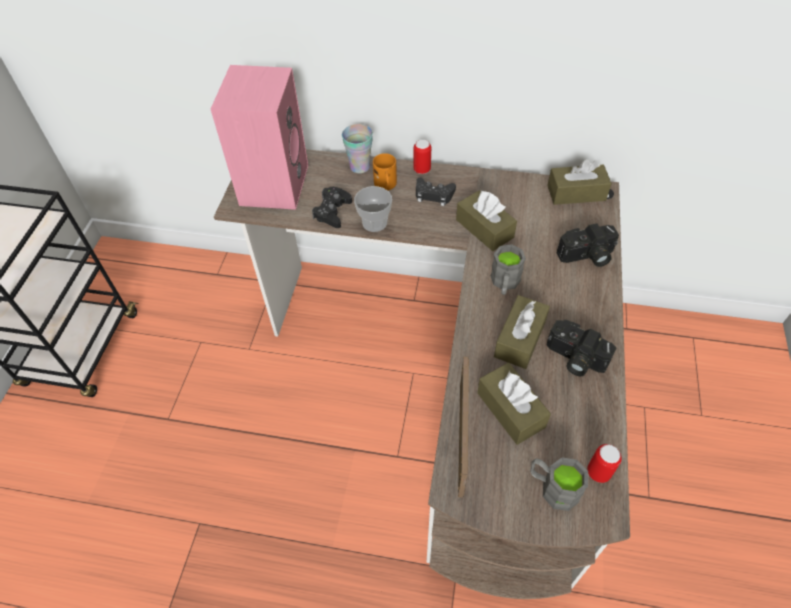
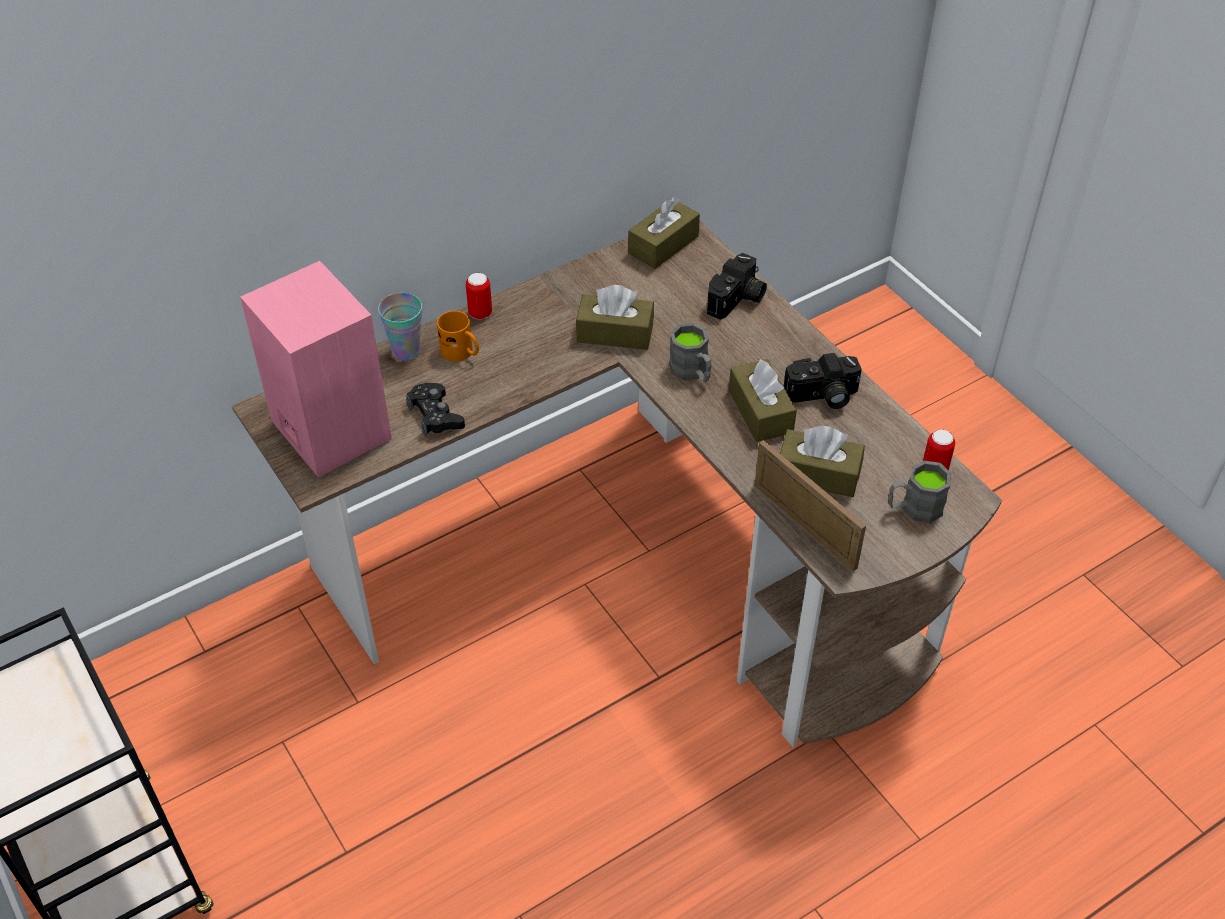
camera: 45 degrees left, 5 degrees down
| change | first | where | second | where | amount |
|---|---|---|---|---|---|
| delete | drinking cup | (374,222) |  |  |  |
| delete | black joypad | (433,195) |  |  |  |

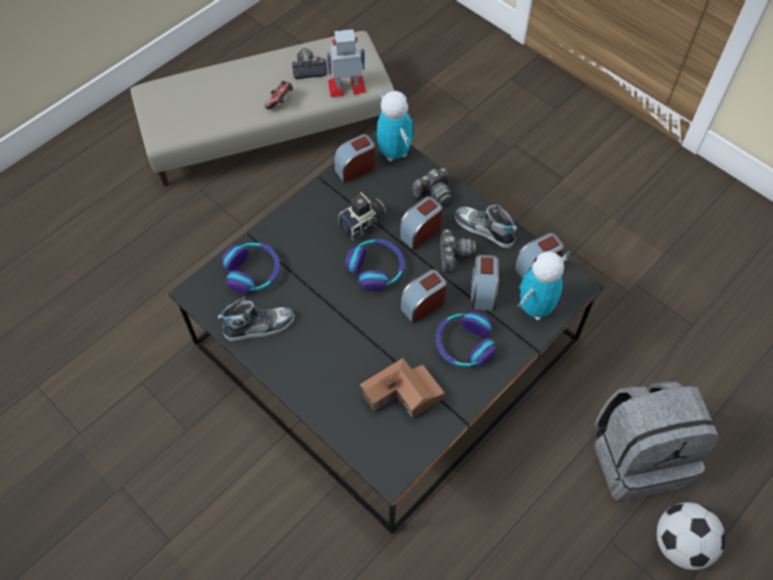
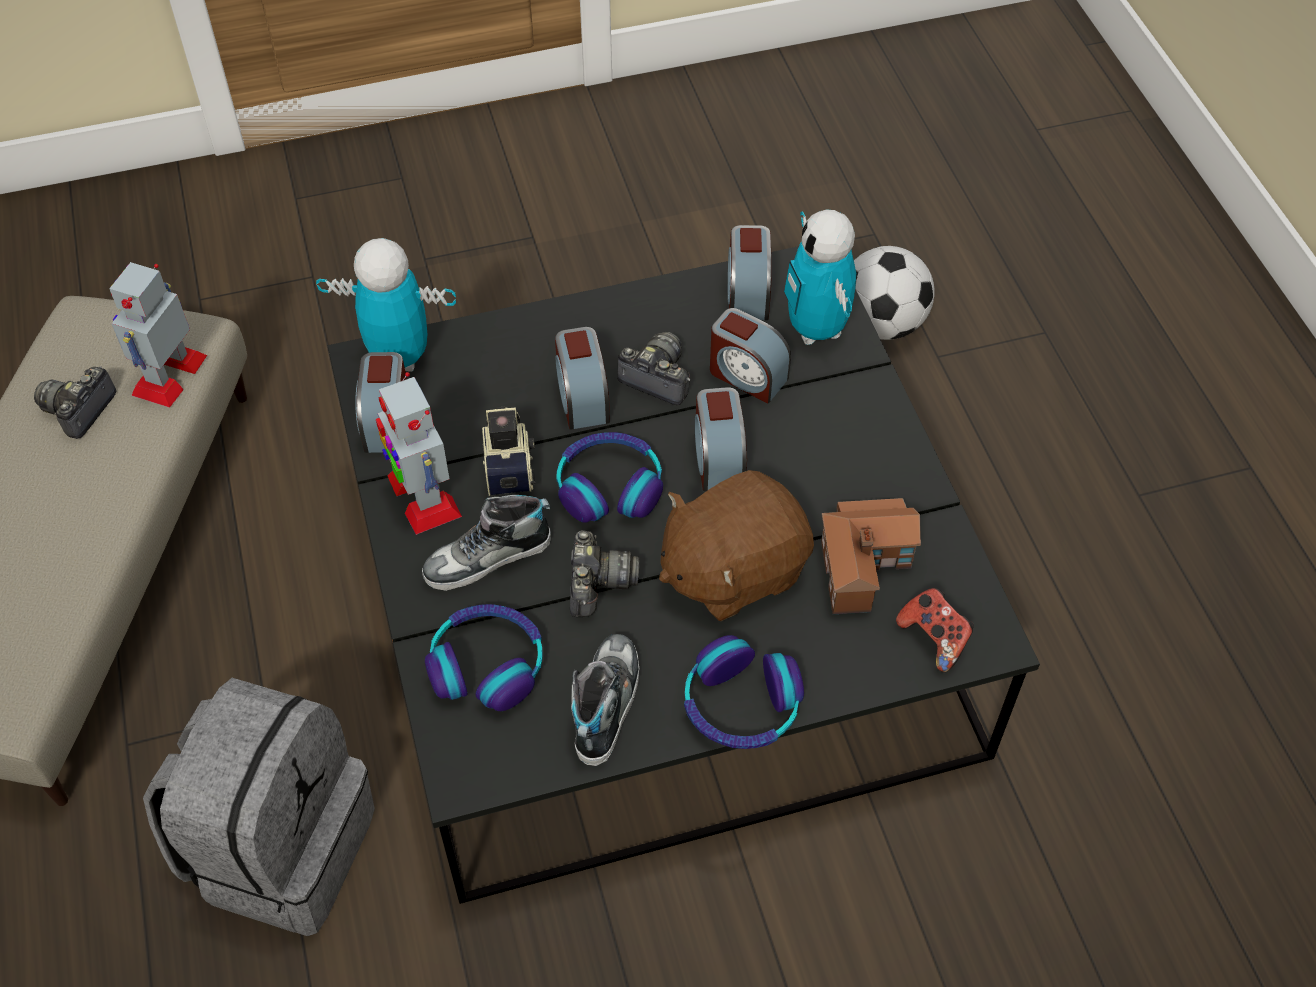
camera: 60 degrees left, 5 degrees down
| change | first | where | second | where | amount |
|---|---|---|---|---|---|
| insert |  |  | robot figure | (423,495) |  |
| insert |  |  | brownish cuddly toy | (732,570) |  |
| move | joypad | (281,102) |  | (934,638) |  |
| move | still camera | (434,193) |  | (598,584) |  |
| move | headset | (464,344) |  | (741,705) |  |
| move | low shoe | (484,230) |  | (488,558) |  |
| move | greyish backpack | (638,457) |  | (280,847) |  |
| move | ball for football | (680,544) |  | (882,324) |  |

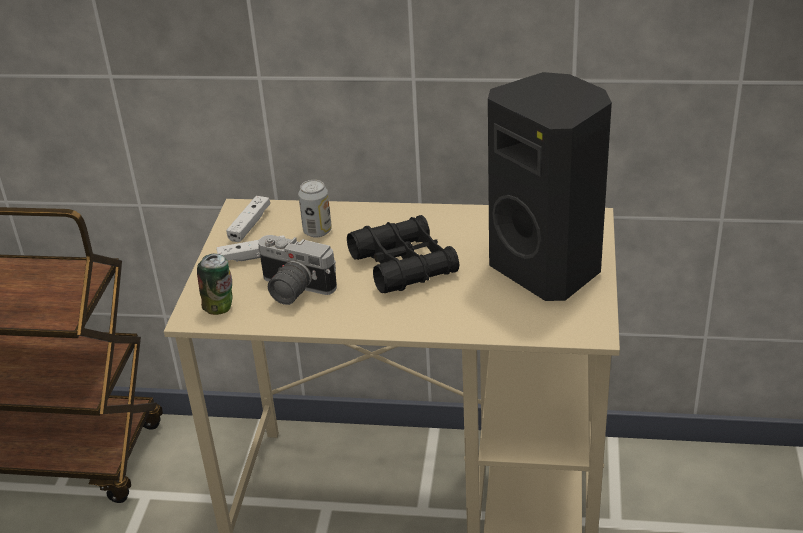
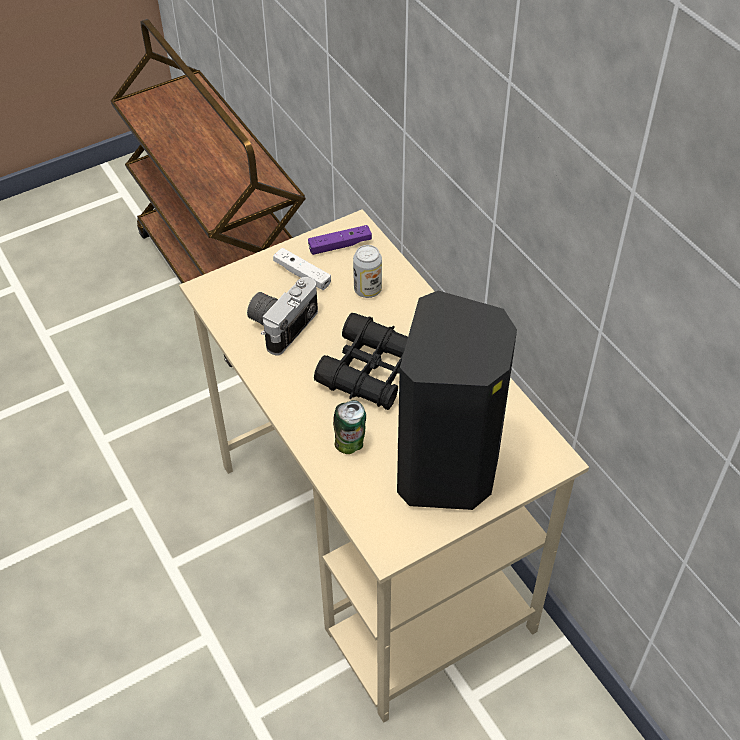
camera: 50 degrees right, 15 degrees up
| change | first | where | second | where | amount |
|---|---|---|---|---|---|
| move | can | (220,307) |  | (350,445) |  |
| recolor | white joypad | (249,225) | purple joypad | (340,245) |  |
| rotate | still camera | (292,290) |  | (281,323) | 45 degrees clockwise |

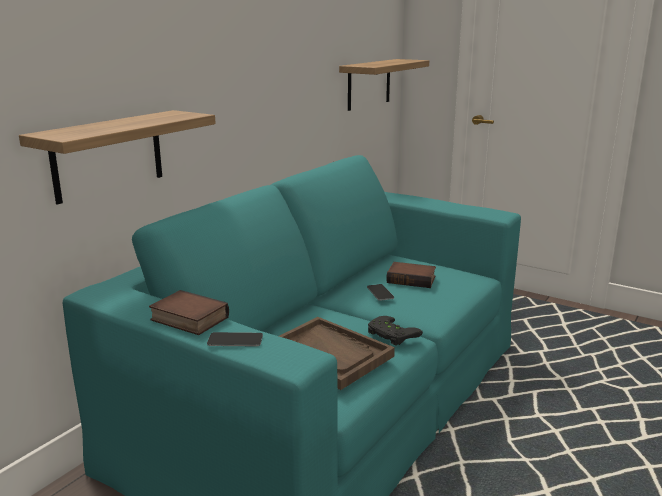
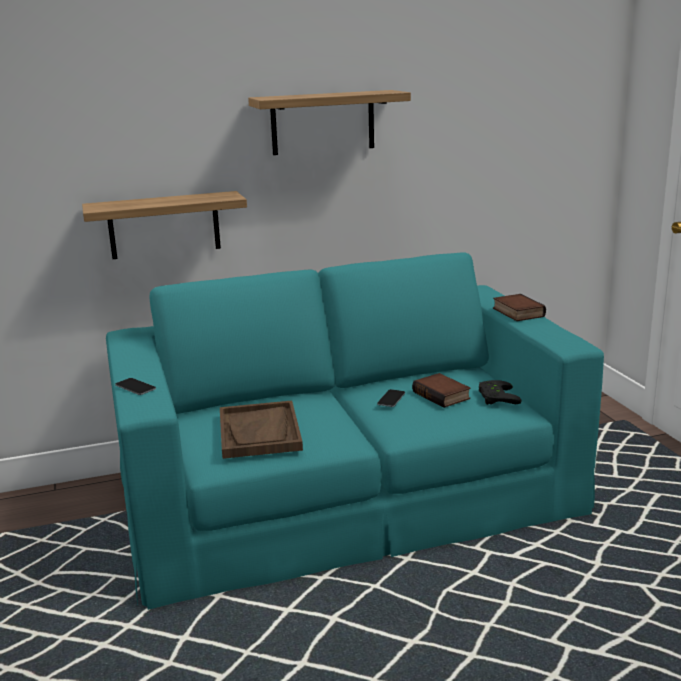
camera: 40 degrees right, 0 degrees up
| change | first | where | second | where | amount |
|---|---|---|---|---|---|
| move | volume | (187,319) |  | (516,312) |  |
| move | bracket shelf | (369,84) |  | (323,122) |  |
| move | black joypad | (390,334) |  | (495,396) |  |

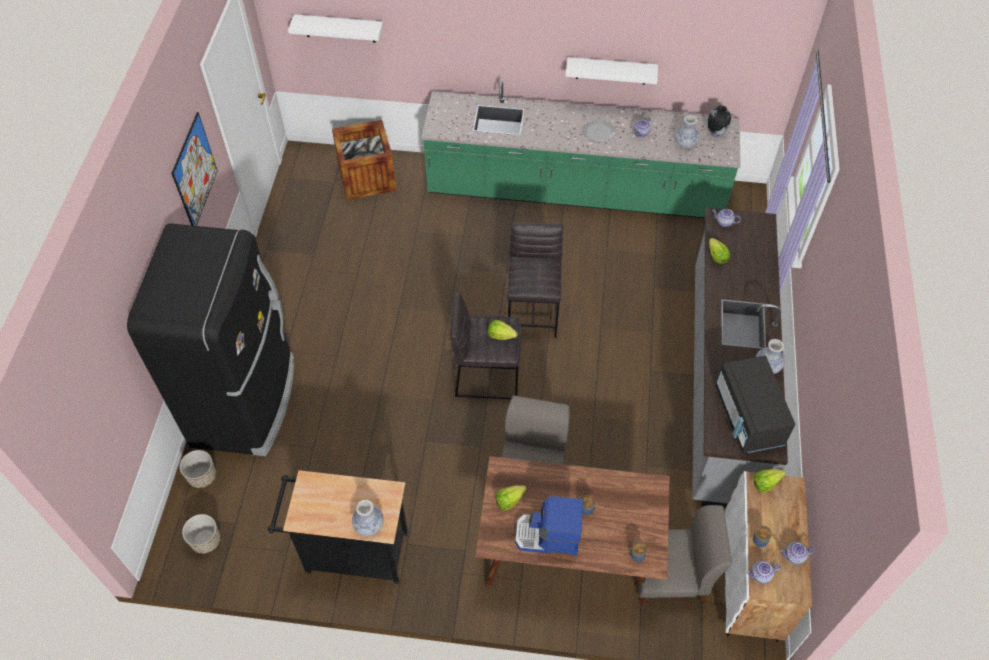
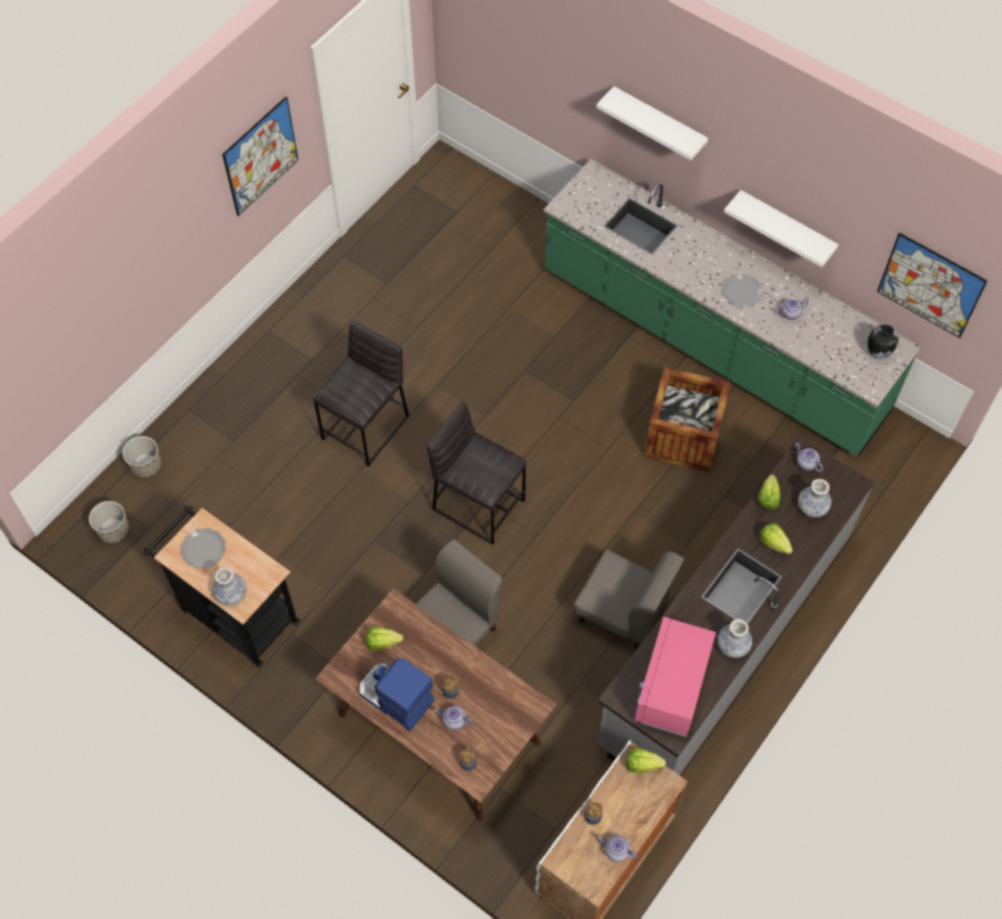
camera: 30 degrees right, 5 degrees up
| change | first | where | second | where | amount |
|---|---|---|---|---|---|
| delete | black fridge | (246,401) |  |  |  |
| insert |  |  | dinner plate | (203,549) |  |
| insert |  |  | wall picture | (930,285) |  |
| move | white bracket shelf | (339,28) |  | (659,123) |  |
| move | shipping crate | (367,177) |  | (683,436) |  |
| move | lettuce | (501,335) |  | (774,543) |  |
| move | greyish stool seat | (533,312) |  | (366,427) |  |
| move | greyish upright chair | (670,575) |  | (622,613) |  |
| move | decorative vase | (685,143) |  | (812,507) |  |
| move | pot for tea | (760,575) |  | (454,721) |  |
| recolor | black kitchen microwave | (748,417) | pinkish kitchen microwave | (671,687) |  |

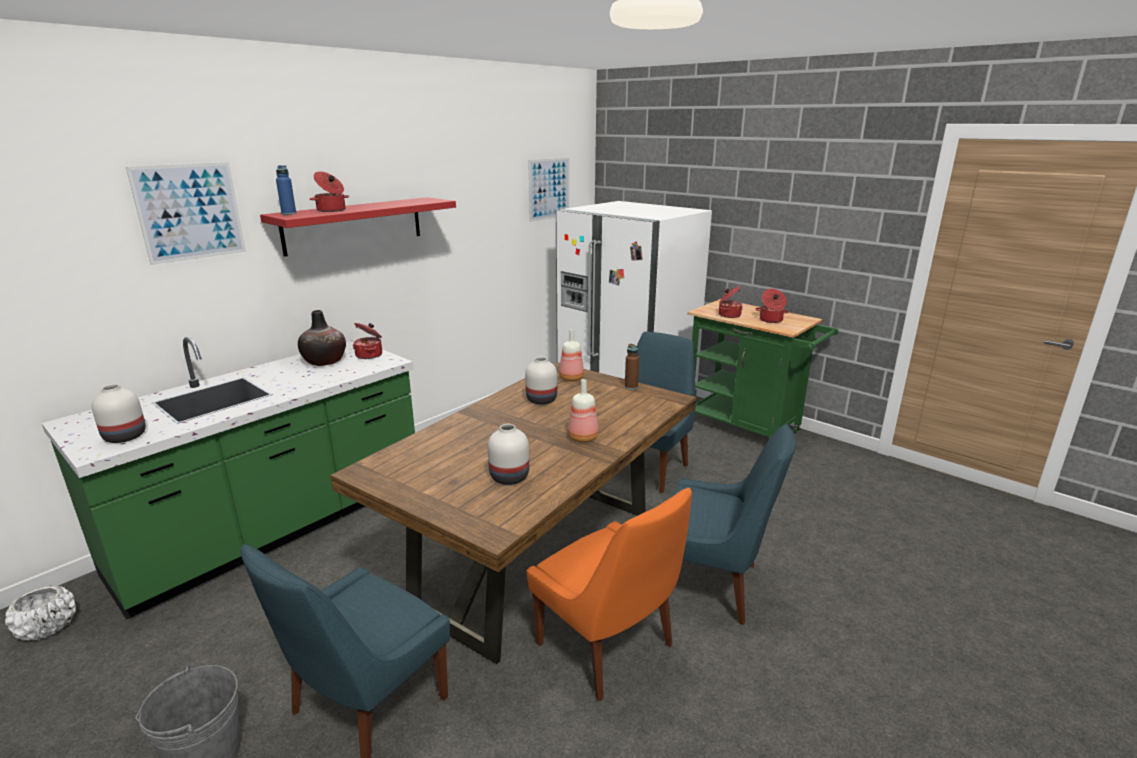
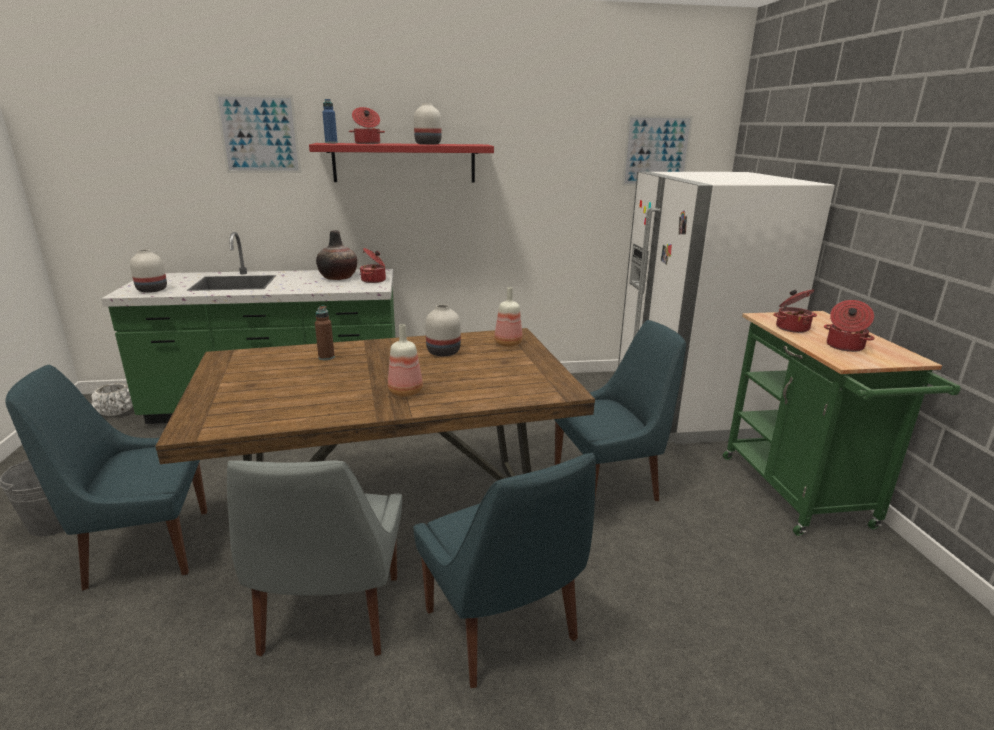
camera: 40 degrees right, 0 degrees up
| change | first | where | second | where | amount |
|---|---|---|---|---|---|
| move | white decorative vase | (510,476) |  | (428,144) |  |
| move | brownish beverage bottle | (631,387) |  | (326,357) |  |
| recolor | orangey upright chair | (608,647) | greyish upright chair | (330,618) |  |

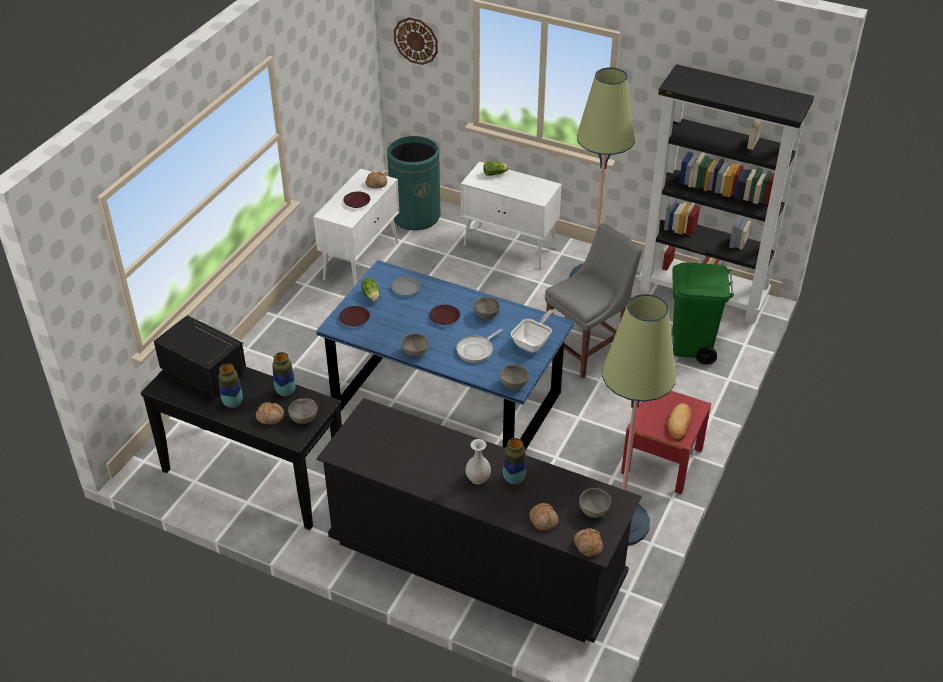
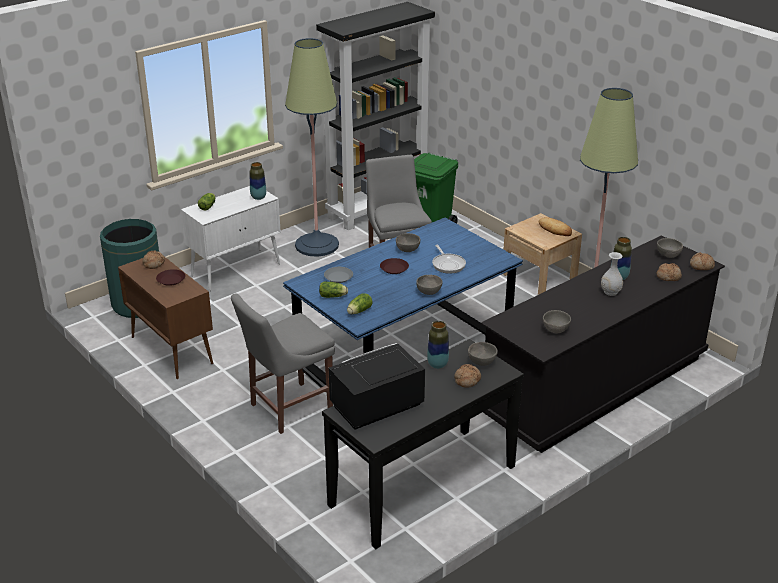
camera: 65 degrees left, 10 degrees down
| change | first | where | second | where | amount |
|---|---|---|---|---|---|
| delete | clock on the wall | (416,40) |  |  |  |
| delete | pan | (533,342) |  |  |  |
| insert |  |  | greyish upright chair | (287,409) |  |
| move | decorative vase | (233,403) |  | (258,197) |  |
| move | greyish bowl | (513,384) |  | (555,330) |  |
| replace | brownish dinner plate | (354,319) | lettuce | (358,311) |  |
| recolor | white cabinet | (361,260) | brownish cabinet | (171,350) |  |
| recolor | red-coloured night table | (662,460) | beige-coloured night table | (539,276) |  |

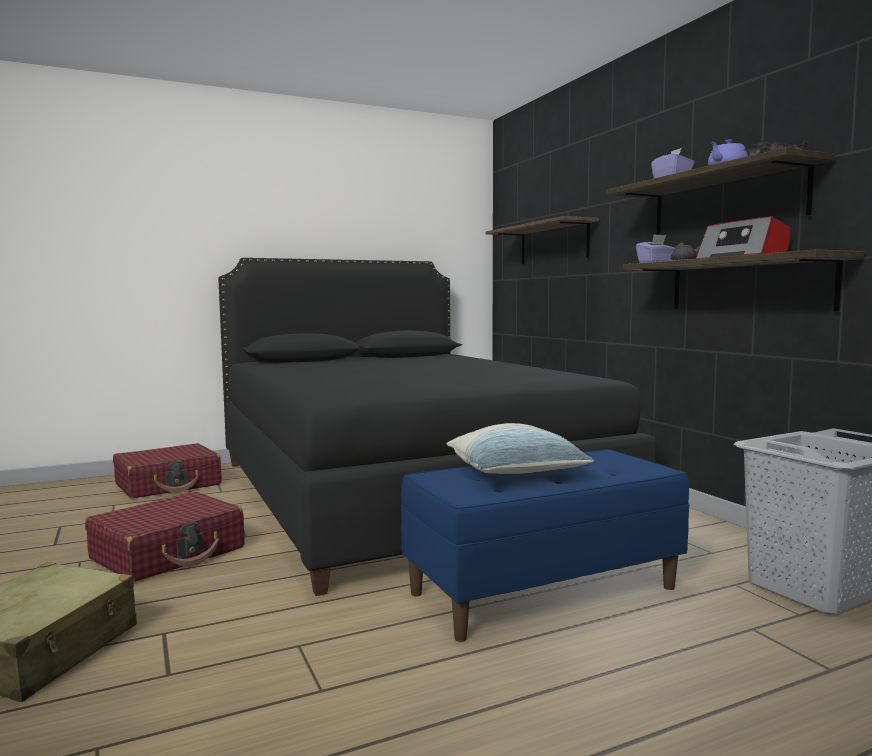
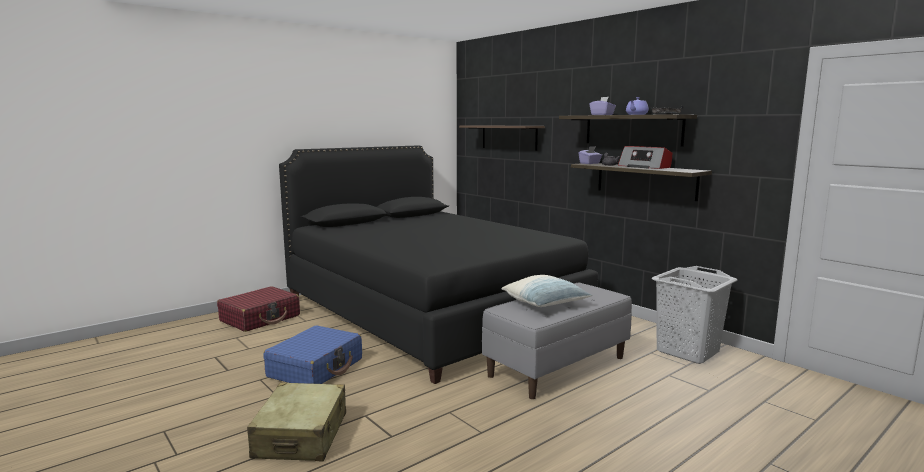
camera: 15 degrees left, 5 degrees up
| change | first | where | second | where | amount |
|---|---|---|---|---|---|
| recolor | red-coloured piece of luggage | (169,553) | blue-coloured piece of luggage | (316,368) |  |
| recolor | blue-coloured bench | (543,590) | greyish bench | (557,366) |  |

